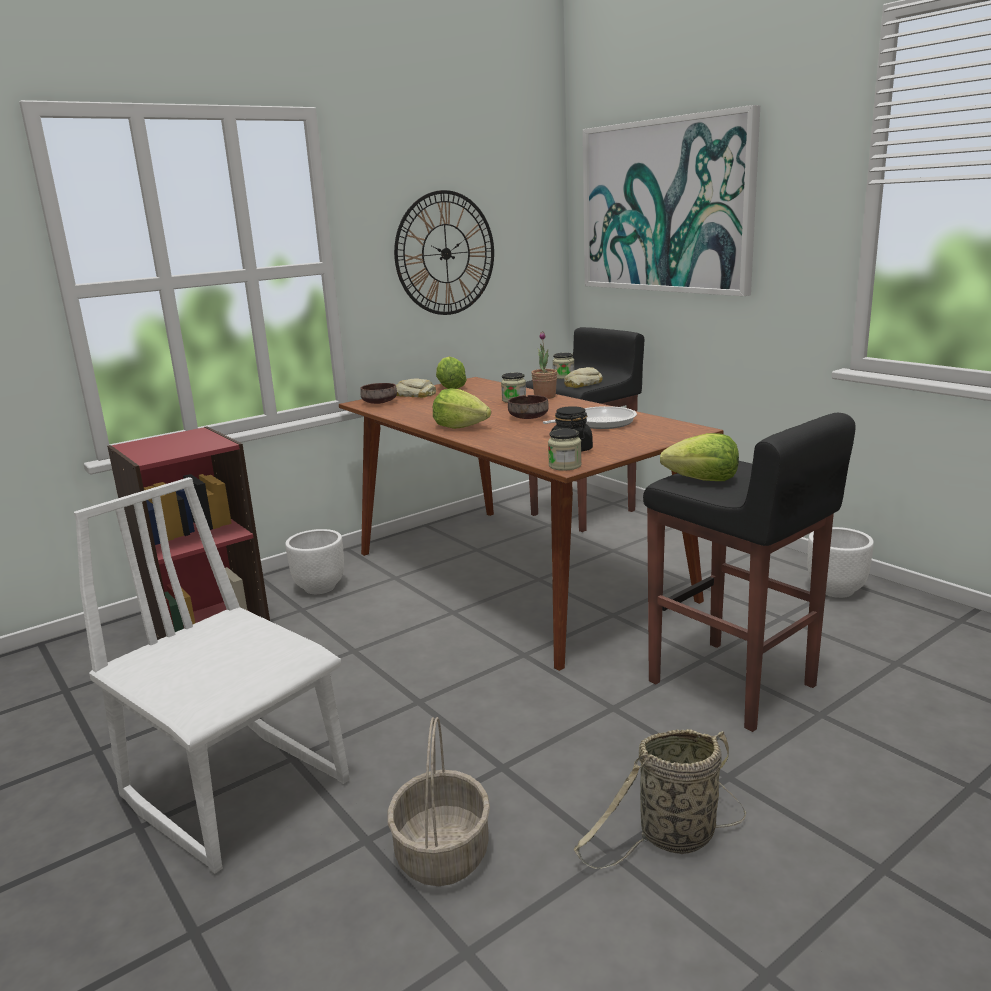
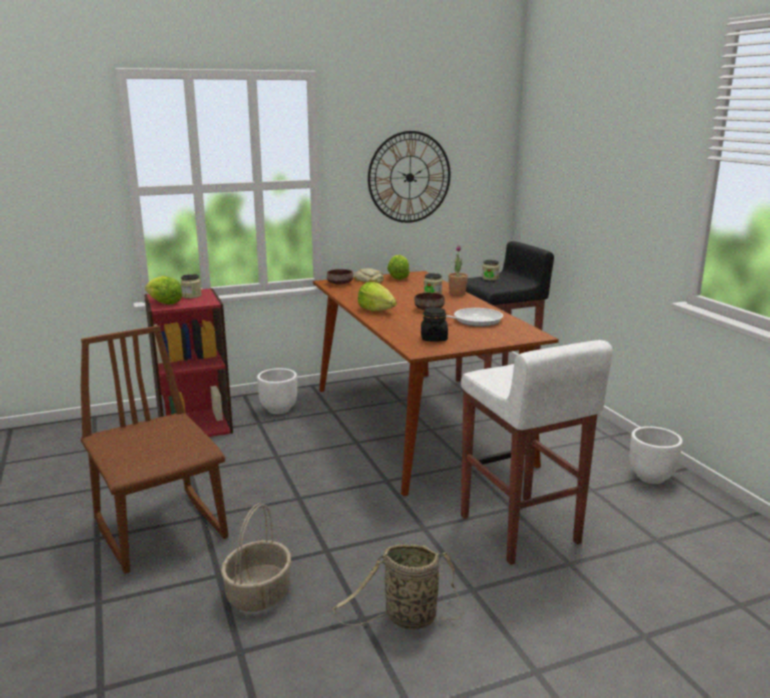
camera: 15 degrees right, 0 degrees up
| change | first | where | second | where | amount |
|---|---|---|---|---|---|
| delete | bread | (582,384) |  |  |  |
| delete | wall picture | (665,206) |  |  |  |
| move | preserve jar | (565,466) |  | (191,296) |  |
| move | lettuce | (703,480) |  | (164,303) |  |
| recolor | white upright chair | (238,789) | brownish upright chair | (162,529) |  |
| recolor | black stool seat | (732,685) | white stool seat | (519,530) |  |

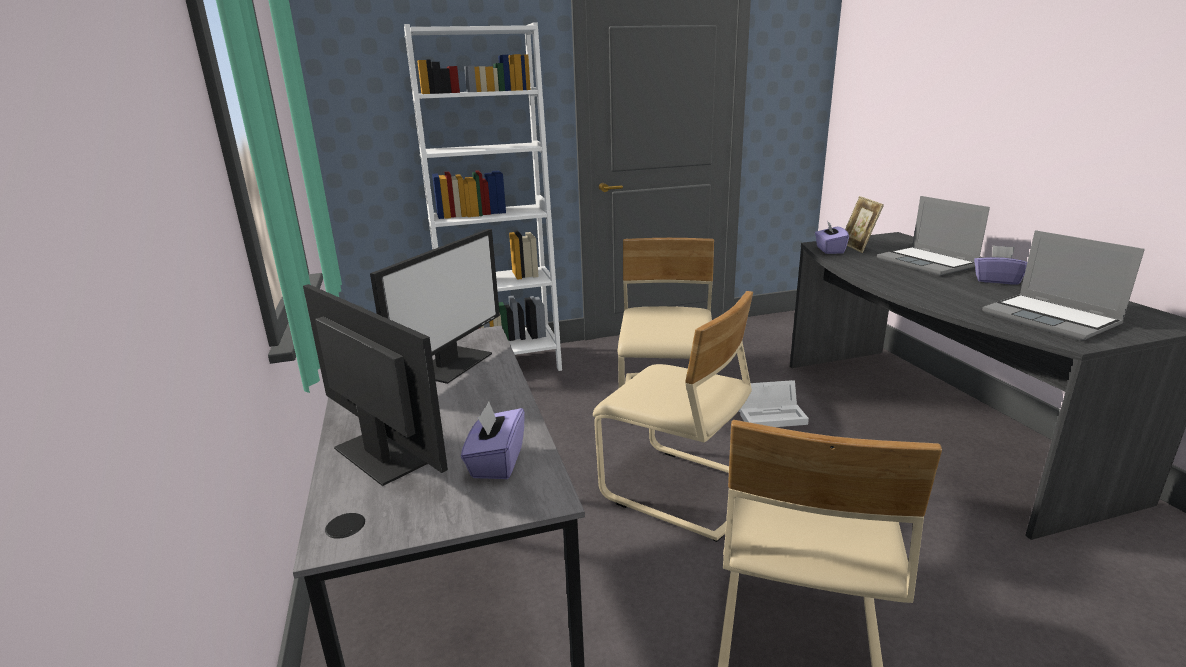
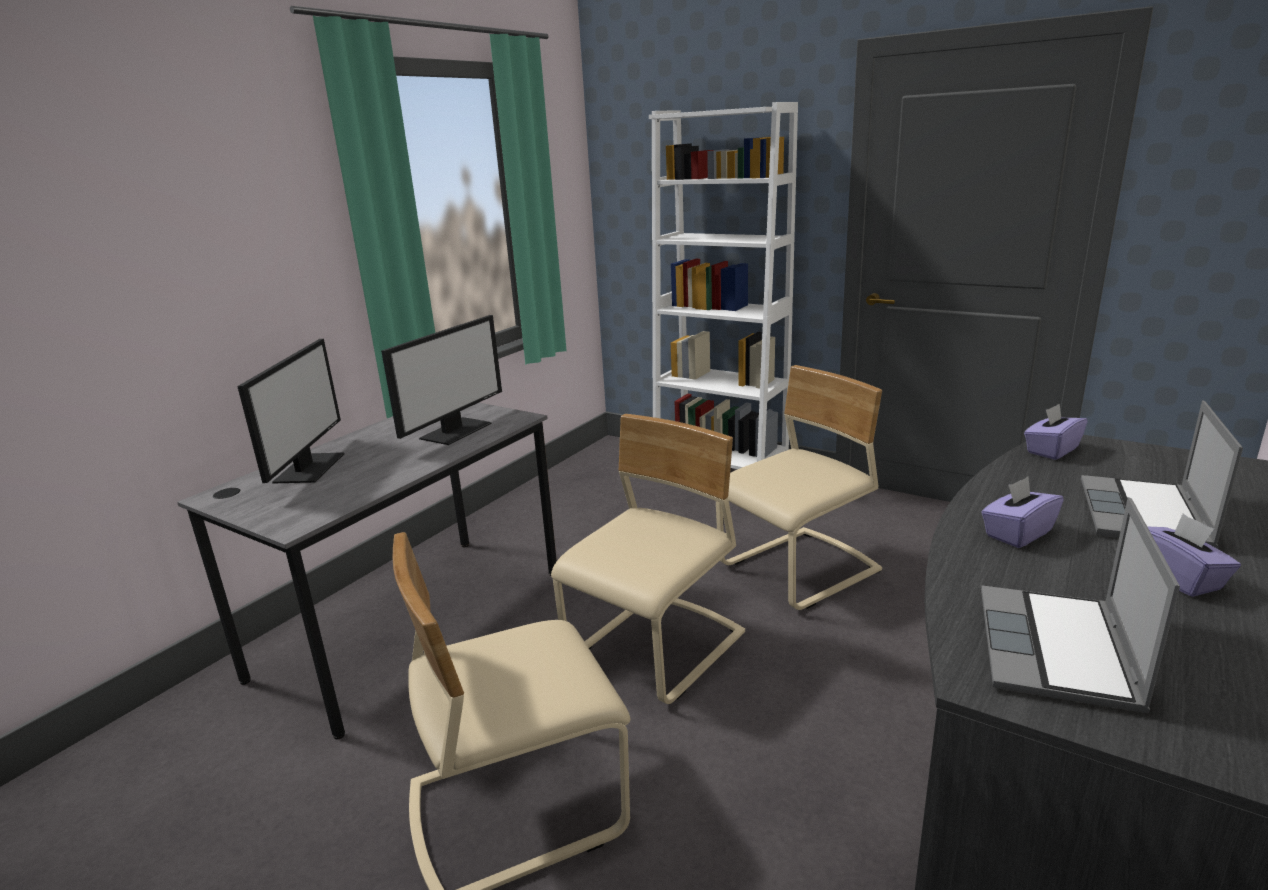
camera: 50 degrees right, 0 degrees up
| change | first | where | second | where | amount |
|---|---|---|---|---|---|
| delete | white storage box | (772,414) |  |  |  |
| delete | photo frame | (857,247) |  |  |  |
| move | purple tissue box | (496,462) |  | (1017,533) |  |
| rotate | computer display | (451,363) |  | (455,430) | 45 degrees counterclockwise |
| rotate | beige-coloured upright chair | (680,490) |  | (657,649) | 135 degrees counterclockwise |

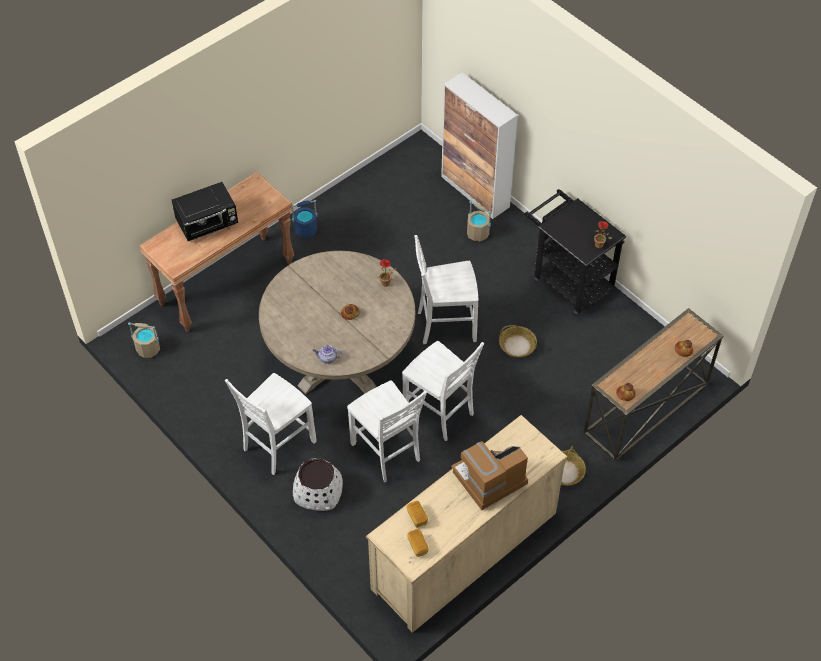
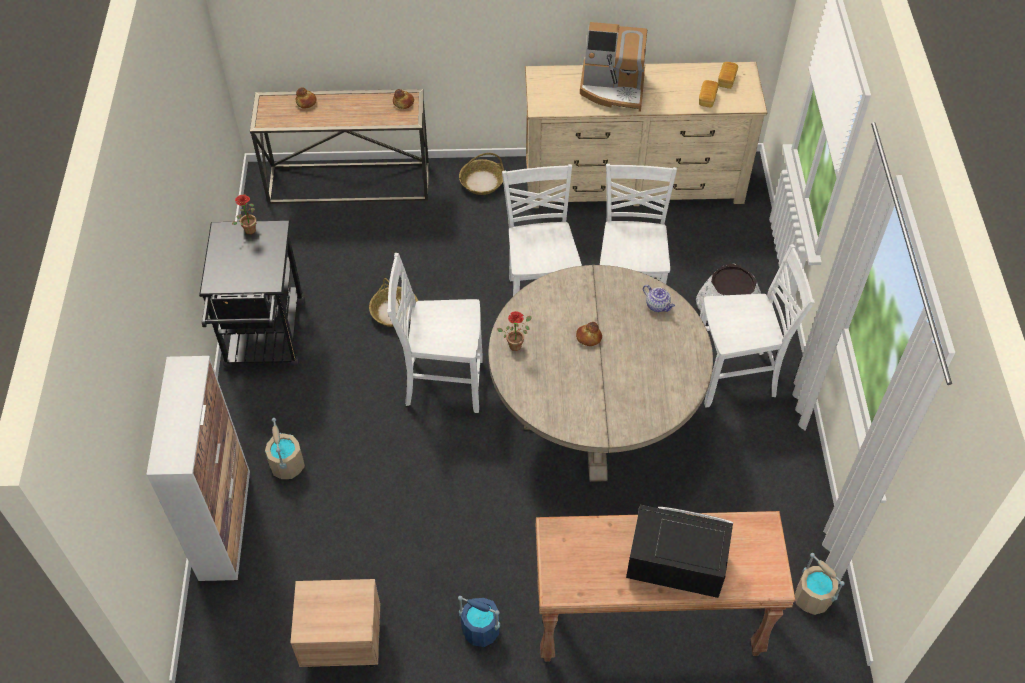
camera: 140 degrees left, 0 degrees up
| change | first | where | second | where | amount |
|---|---|---|---|---|---|
| insert |  |  | beige-coloured night table | (341,642) |  |
| rotate | white upright chair | (445,325) |  | (442,383) | 150 degrees clockwise |

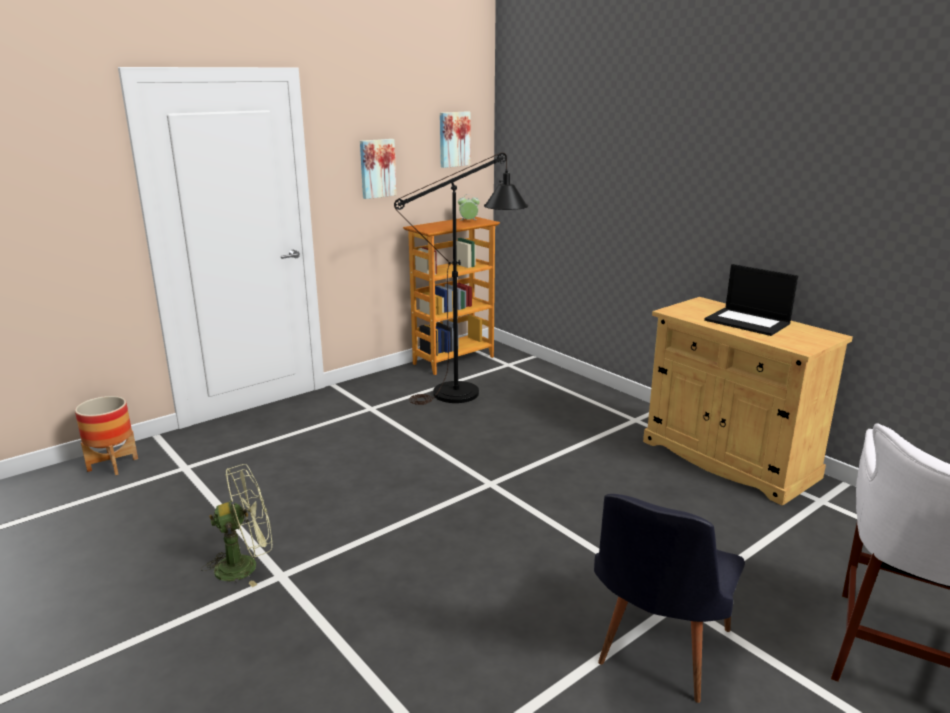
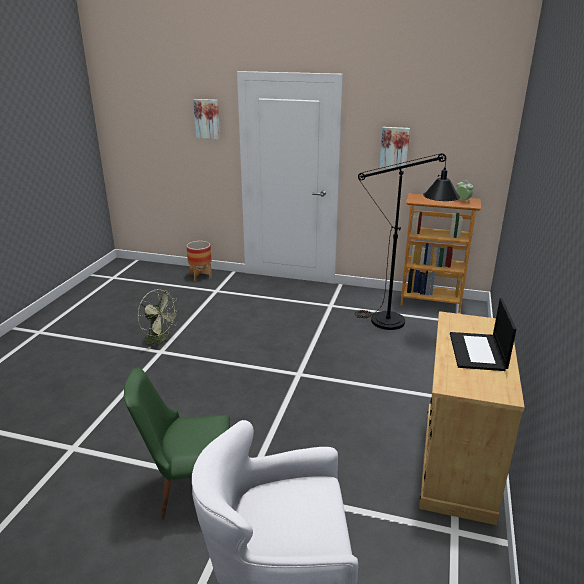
camera: 55 degrees right, 5 degrees up
| change | first | where | second | where | amount |
|---|---|---|---|---|---|
| move | wall picture | (453,139) |  | (207,118) |  |
| recolor | black upright chair | (657,654) | greenish upright chair | (191,490) |  |

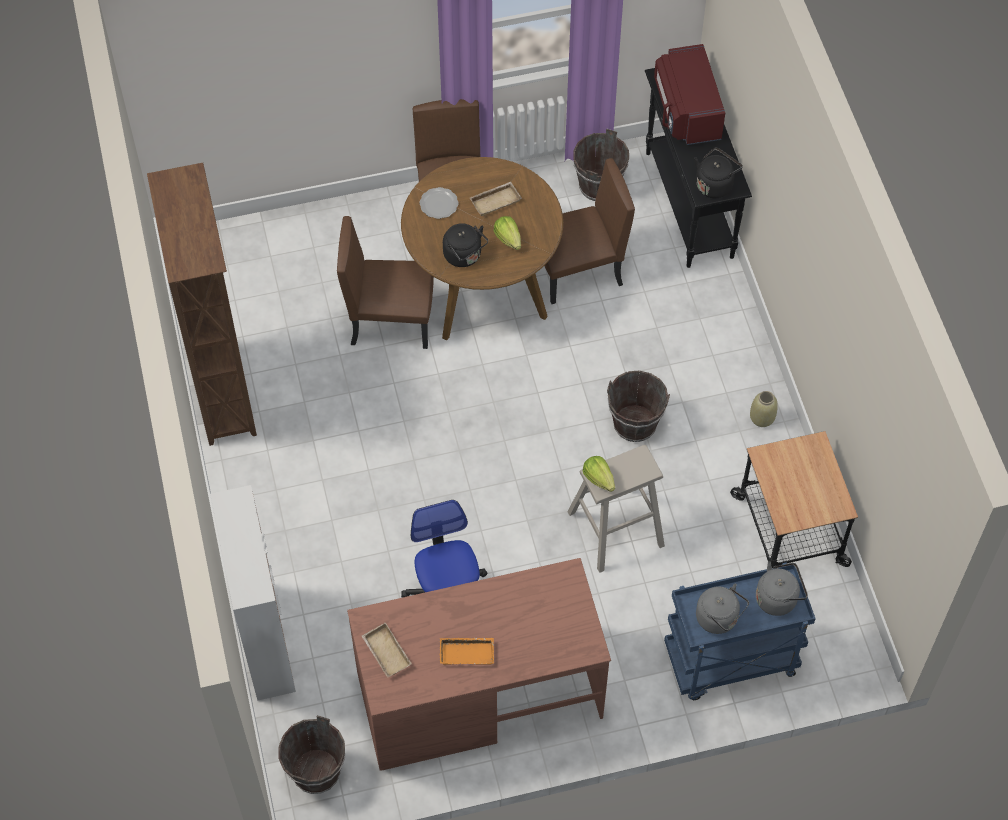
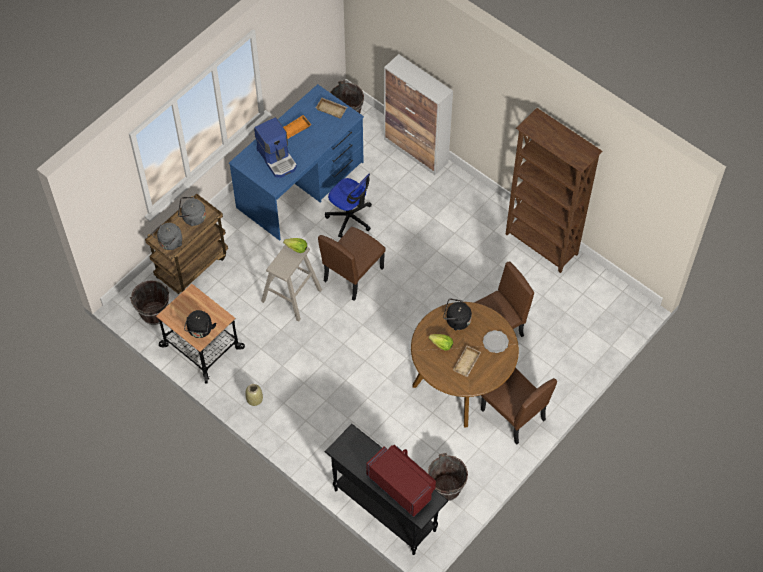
camera: 145 degrees right, 0 degrees up
| change | first | where | second | where | amount |
|---|---|---|---|---|---|
| insert |  |  | coffee maker | (277,158) |  |
| move | brownish upright chair | (577,272) |  | (353,274) |  |
| move | brownish pail | (634,424) |  | (154,313) |  |
| move | black kettle | (715,184) |  | (200,331) |  |
| recolor | brownish desk | (478,694) | blue-coloured desk | (301,185) |  |
| recolor | blue-coloured wheeled cart | (730,662) | brownish wheeled cart | (192,266) |  |

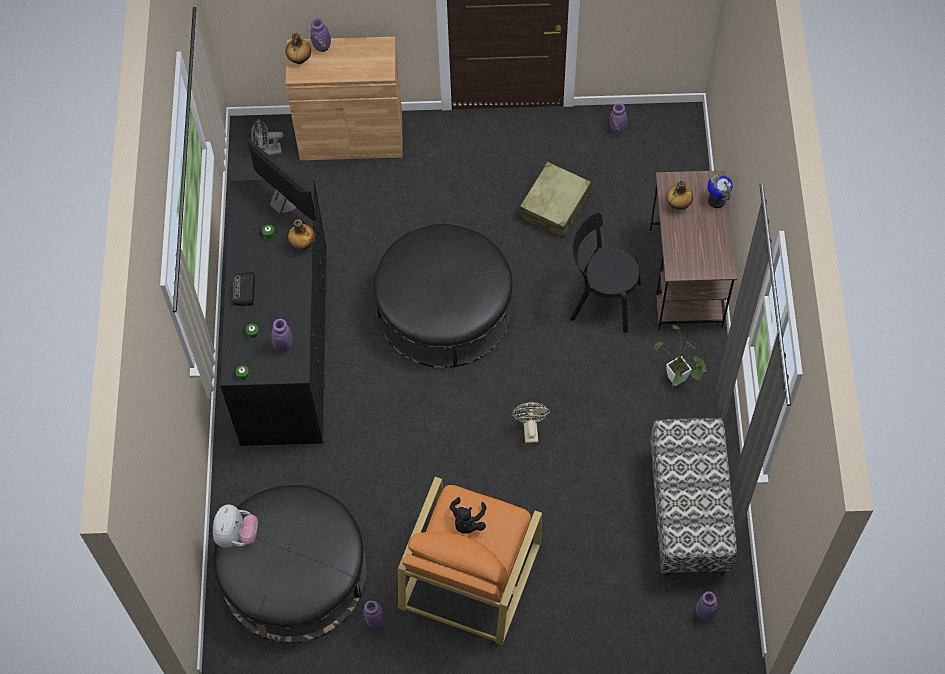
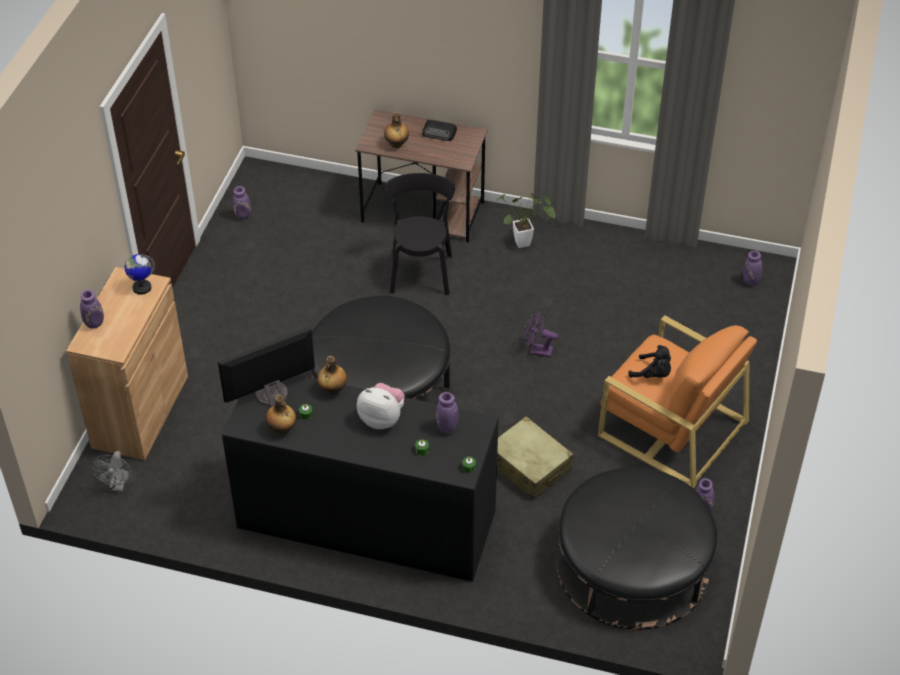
camera: 75 degrees left, 15 degrees down
| change | first | where | second | where | amount |
|---|---|---|---|---|---|
| delete | bench | (688,512) |  |  |  |
| move | cuddly toy | (236,535) |  | (382,419) |  |
| move | radio set | (244,291) |  | (439,133) |  |
| move | beverage bottle | (299,59) |  | (282,429) |  |
| move | beige-coloured piece of luggage | (555,206) |  | (529,466) |  |
| move | world globe | (716,200) |  | (141,287) |  |
| recolor | beige-coloured electric fan | (530,429) | purple electric fan | (537,351) |  |
| rotate | black upright chair | (601,299) |  | (421,271) | 150 degrees clockwise |

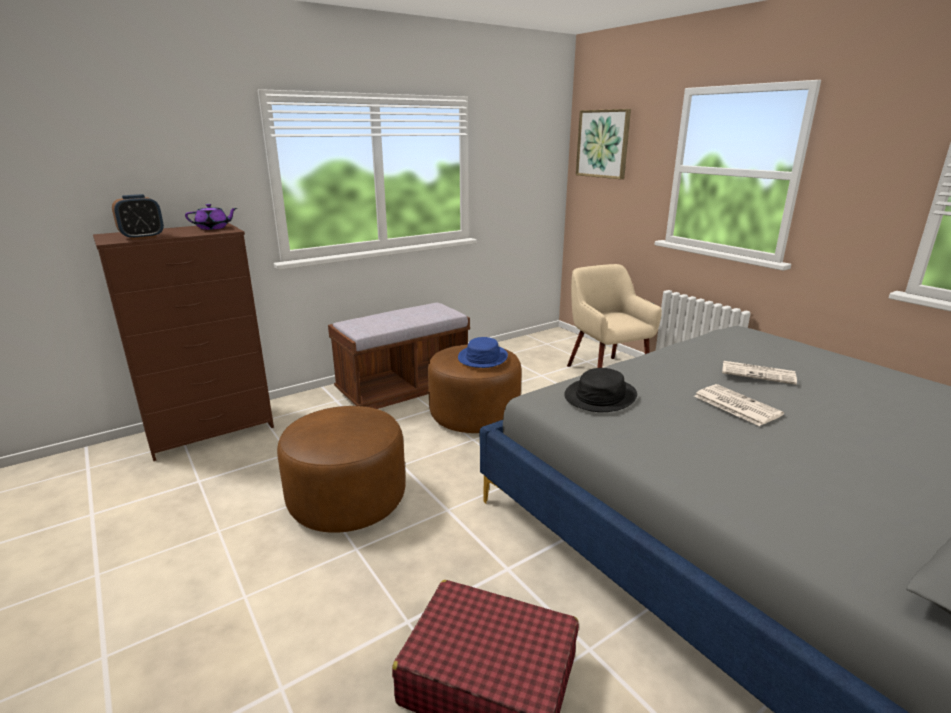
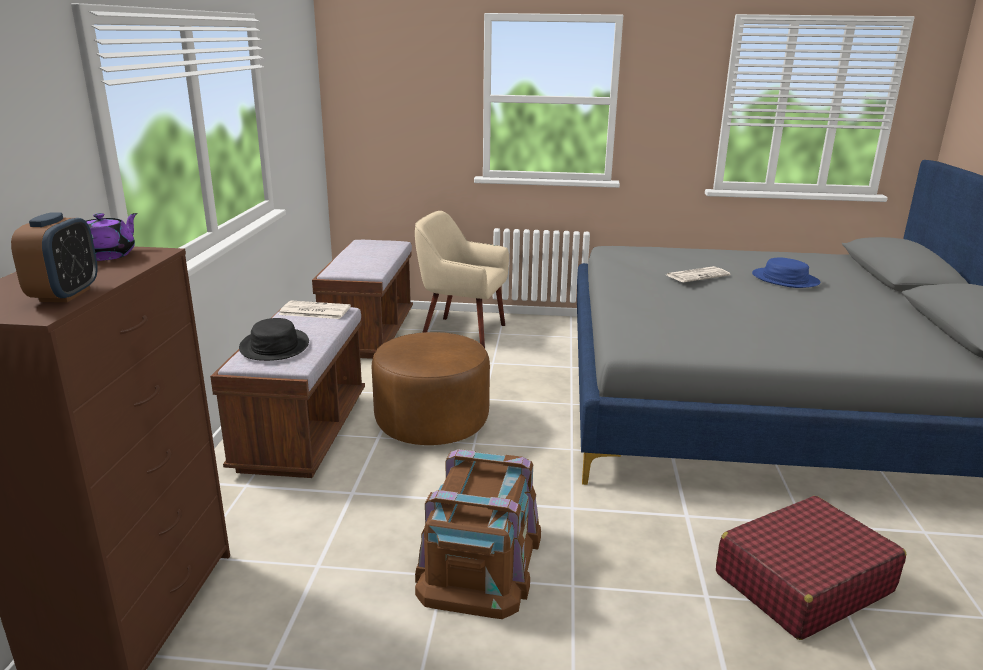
camera: 50 degrees left, 0 degrees up
| change | first | where | second | where | amount |
|---|---|---|---|---|---|
| delete | wall picture | (603,144) |  |  |  |
| insert |  |  | brownish bench | (369,334) |  |
| move | blue-coloured wearable hat | (482,357) |  | (785,279) |  |
| move | black wearable hat | (600,396) |  | (274,346) |  |
| move | printed paper | (735,405) |  | (314,311) |  |
| replace | brownish pouffe | (347,501) | brownish storage box | (481,559) |  |

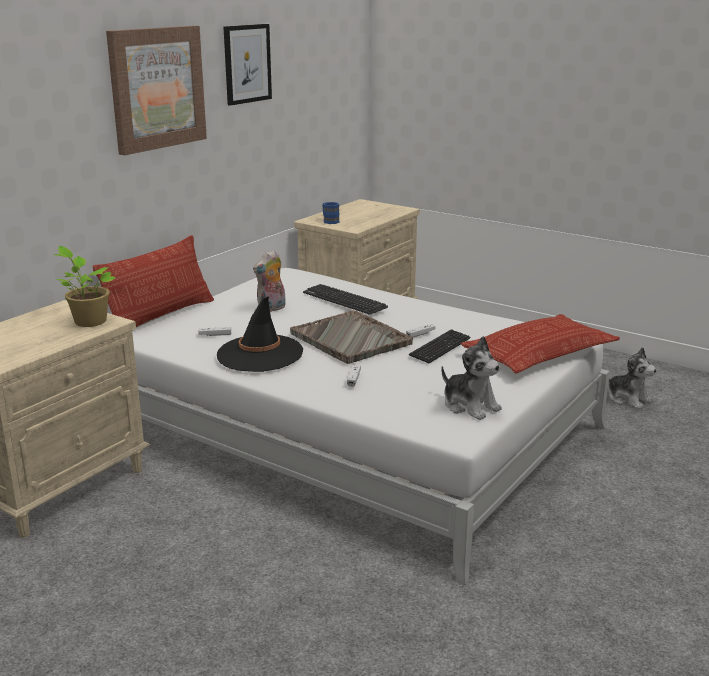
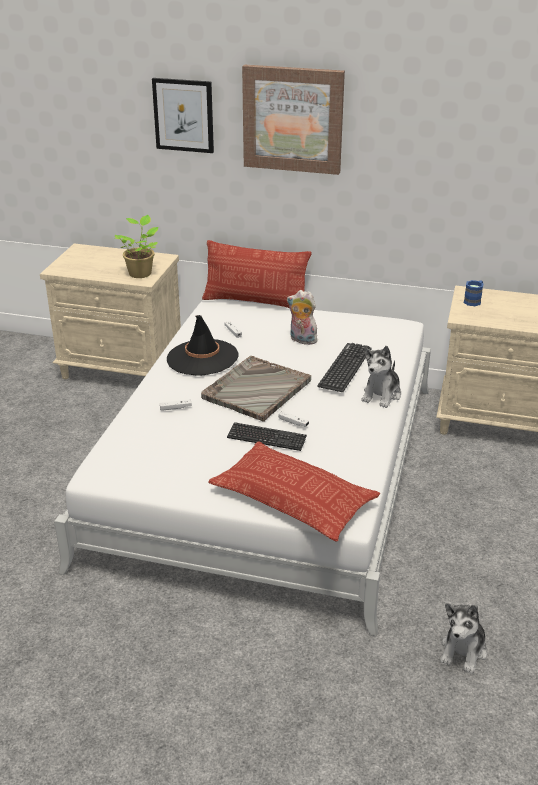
camera: 70 degrees right, 10 degrees up
| change | first | where | second | where | amount |
|---|---|---|---|---|---|
| move | wall picture | (247,64) |  | (183,115) |  |
| move | cuddly toy | (470,406) |  | (382,395) |  |

